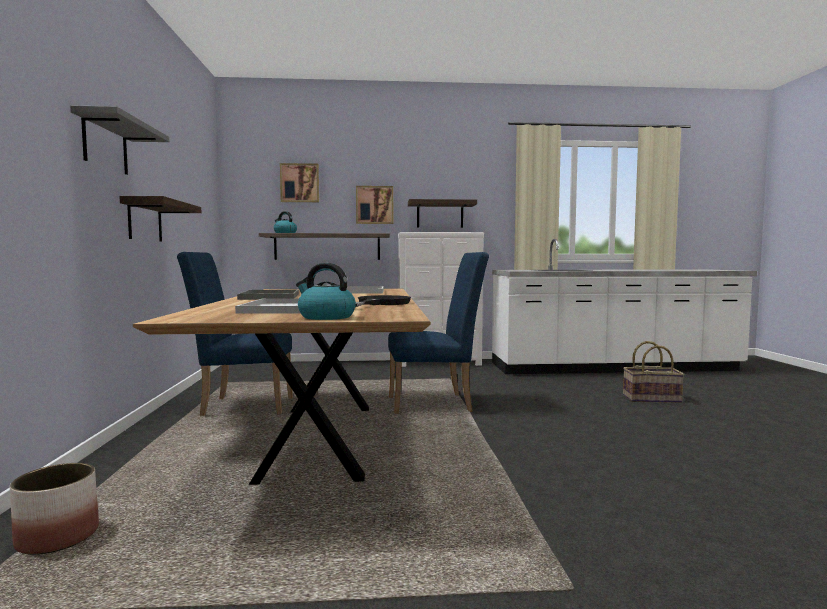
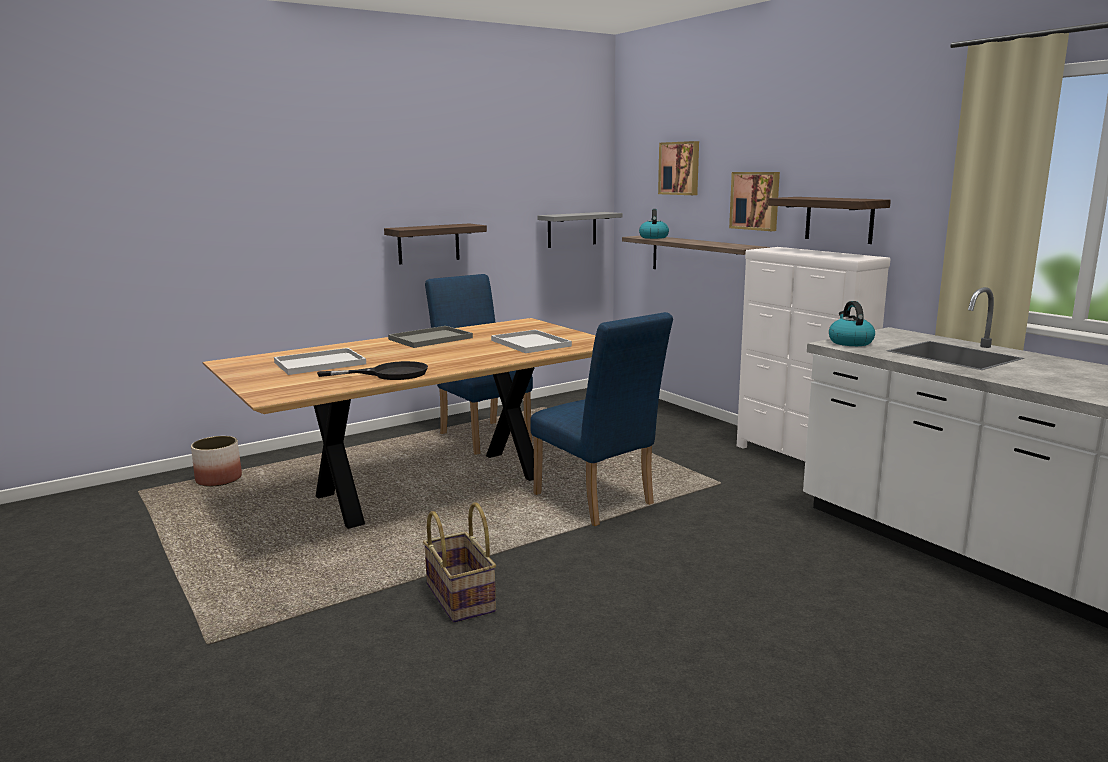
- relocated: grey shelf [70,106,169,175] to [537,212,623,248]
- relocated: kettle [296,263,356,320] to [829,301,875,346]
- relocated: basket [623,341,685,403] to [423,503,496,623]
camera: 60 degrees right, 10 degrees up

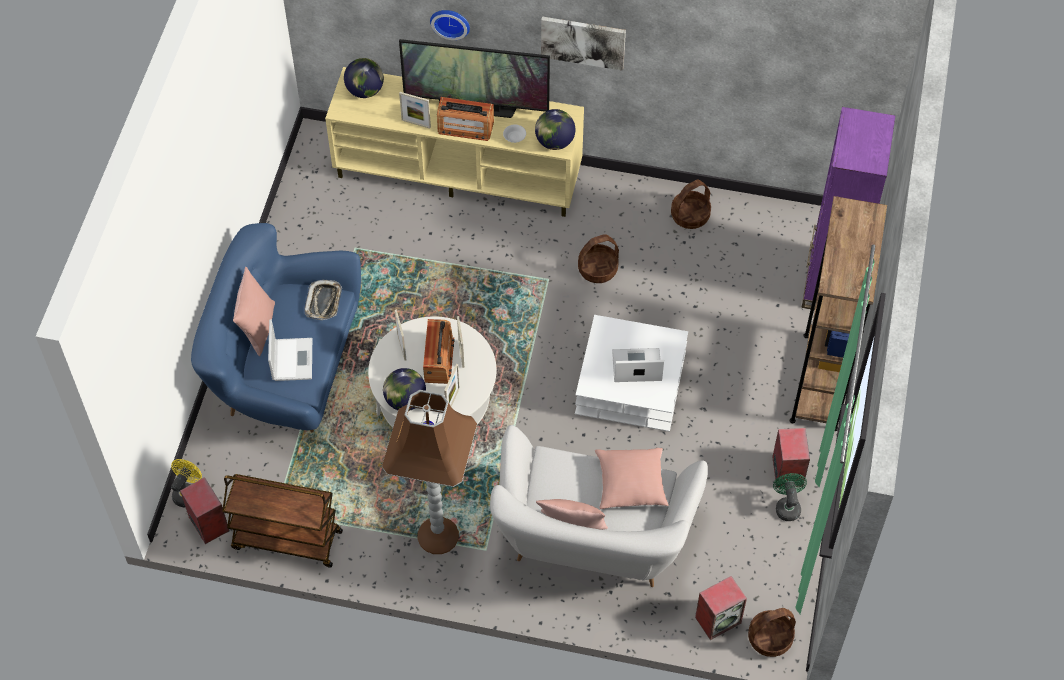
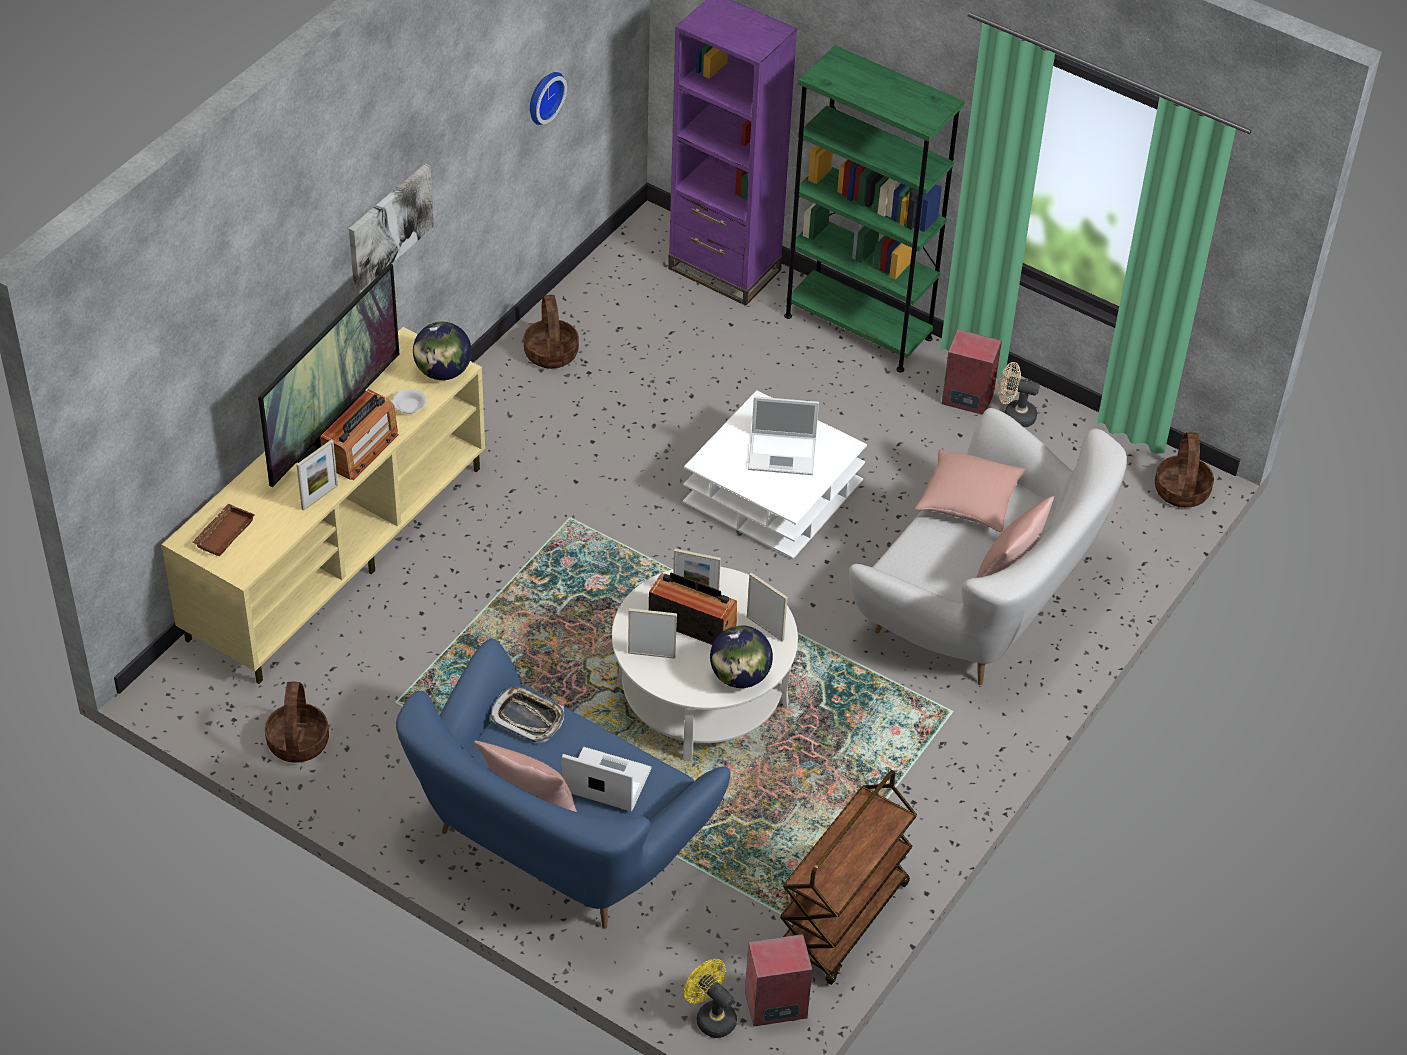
- exchanged: globe [344,58,384,98] to brown tray [192,504,255,556]
- missing: brown floor lamp [382,390,477,554]
- relocated: wall clock [430,10,470,40] to [530,72,567,125]
- relocated: basket [578,234,619,283] to [265,682,329,763]
- spun: laptop [612,348,664,382] = [748,396,819,475] 105 degrees counterclockwise
- missing: speaker [695,576,747,640]
- colour: green fan [773,473,807,521] to beige fan [998,362,1040,427]
- colour: brown bookcase [790,196,887,431] to green bookcase [784,46,965,372]
camera: 70 degrees left, 10 degrees down

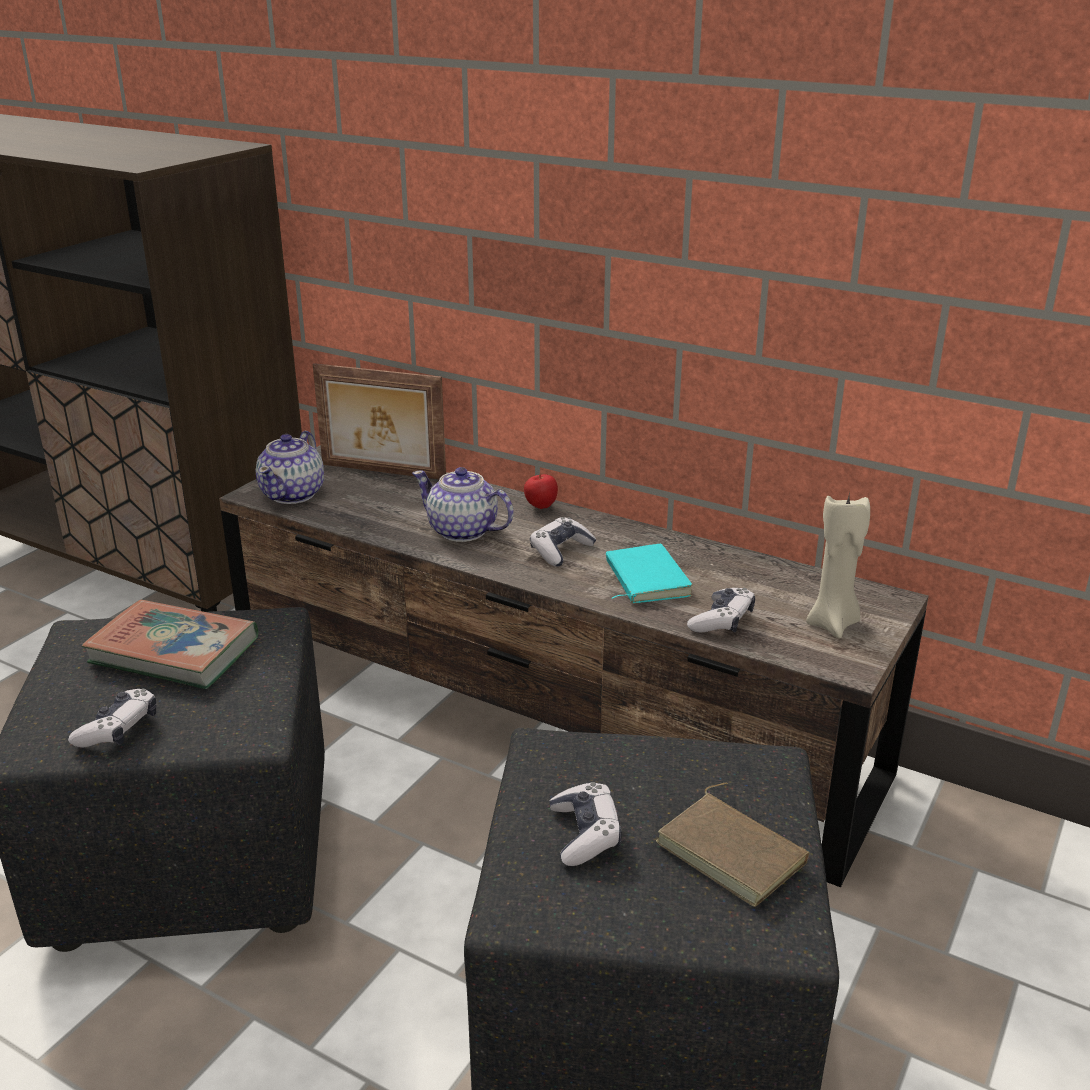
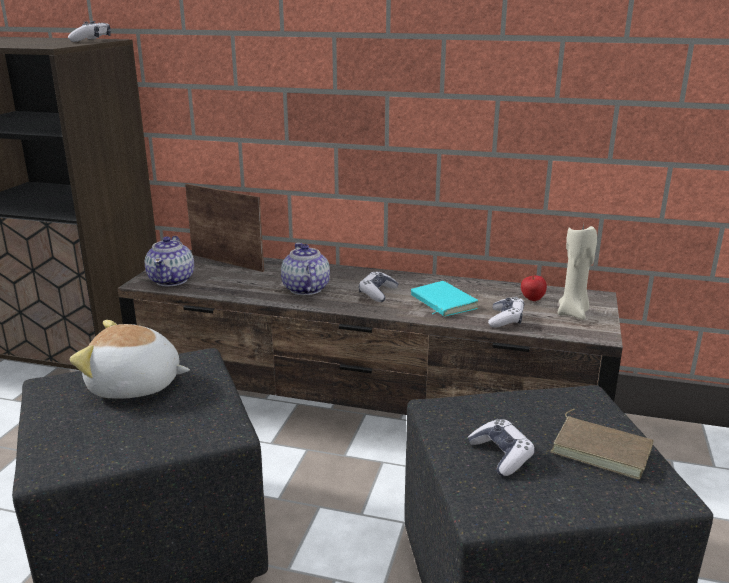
- relocated: game controller [68,689,157,748] to [68,21,111,42]
- exchanged: book [82,600,258,689] to plush toy [70,320,190,399]
- spun: picture frame [313,363,446,479] = [185,184,264,272] 150 degrees counterclockwise
- spun: teapot [412,467,514,542] = [281,243,330,295] 60 degrees clockwise
- relocated: apple [524,474,558,509] to [521,275,547,301]
camera: 15 degrees left, 5 degrees down

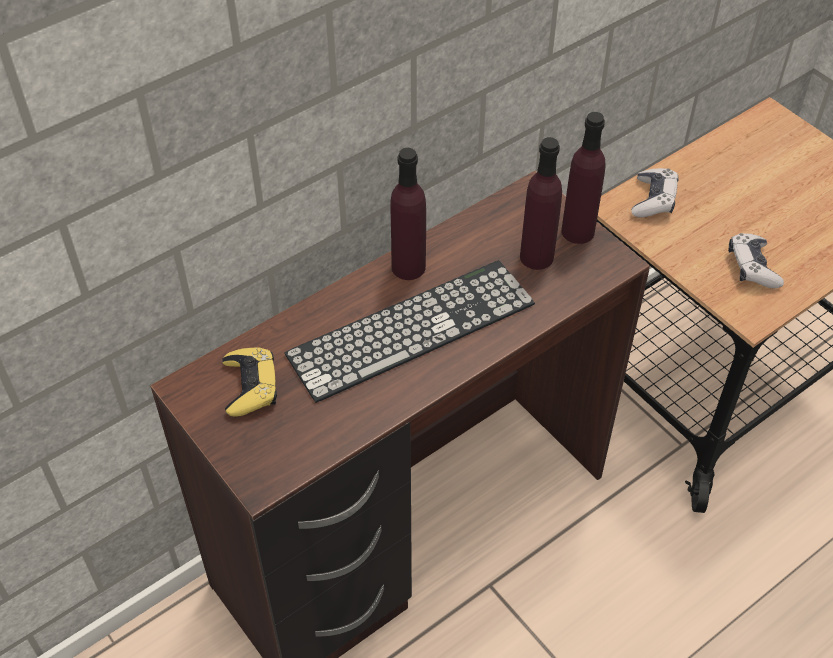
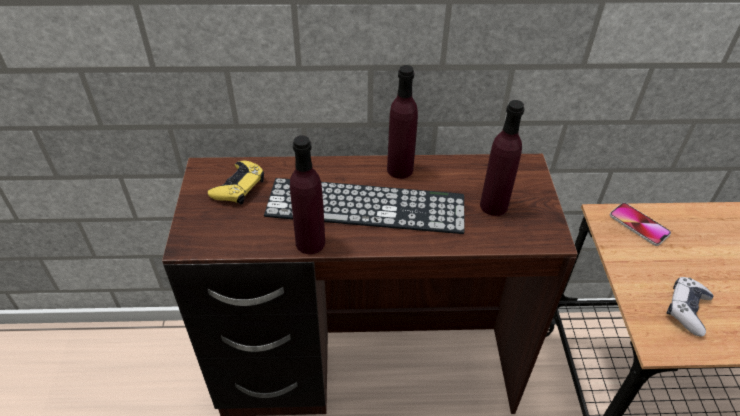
- relocated: purple bottle [561,112,606,244] to [290,136,325,254]
- exchanged: game controller [632,168,679,218] to phone [610,203,671,246]
camera: 35 degrees right, 5 degrees down

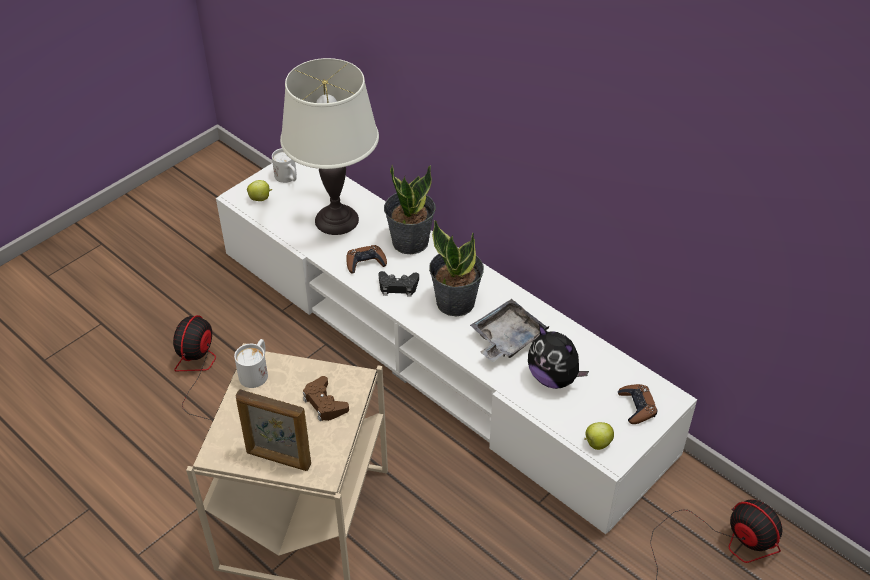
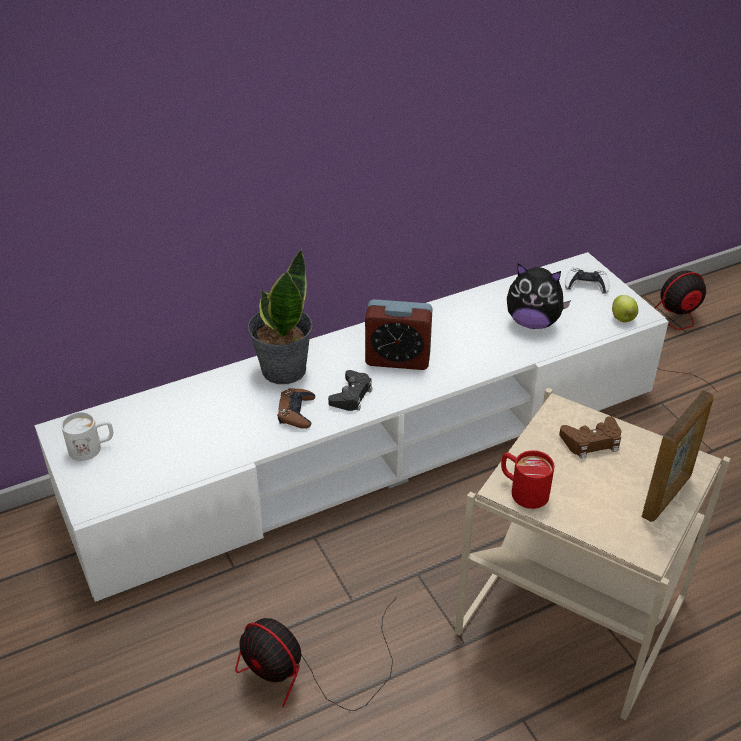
- colour: white mug [234,339,268,388] to red mug [501,450,554,509]
- missing: apple [247,180,272,201]
- missing: white table lamp [280,58,379,235]
- exchanged: potted plant [429,220,484,317] to alarm clock [365,299,433,370]
- missing: grey tray [470,299,549,362]
- spun: plush toy [528,324,589,389] = [507,263,571,329] 45 degrees clockwise
- colour: brown game controller [618,384,657,424] to white game controller [565,268,609,294]
camera: 70 degrees left, 5 degrees down

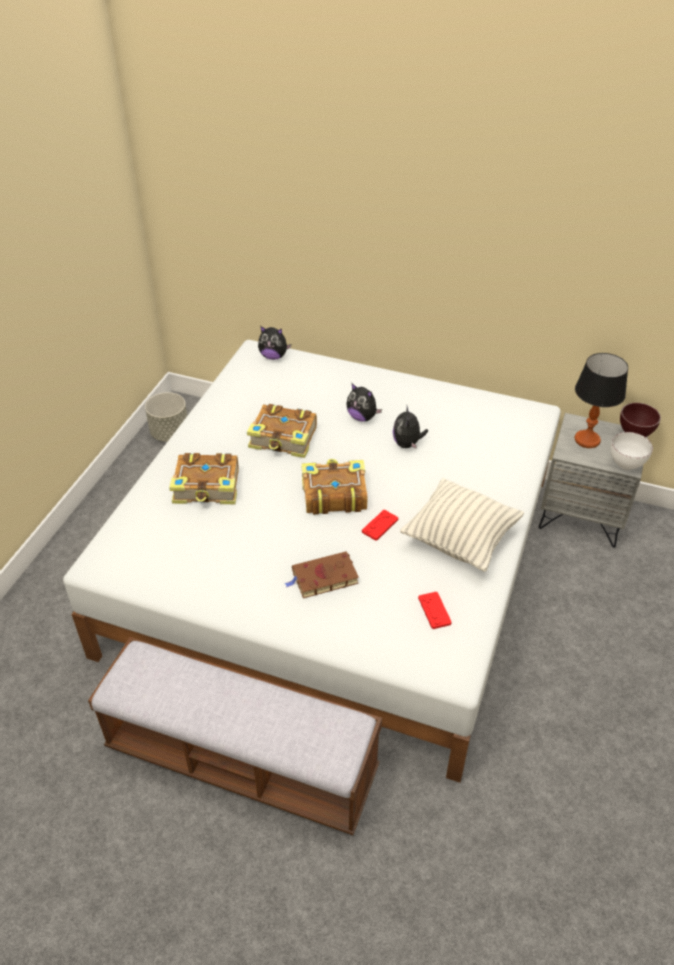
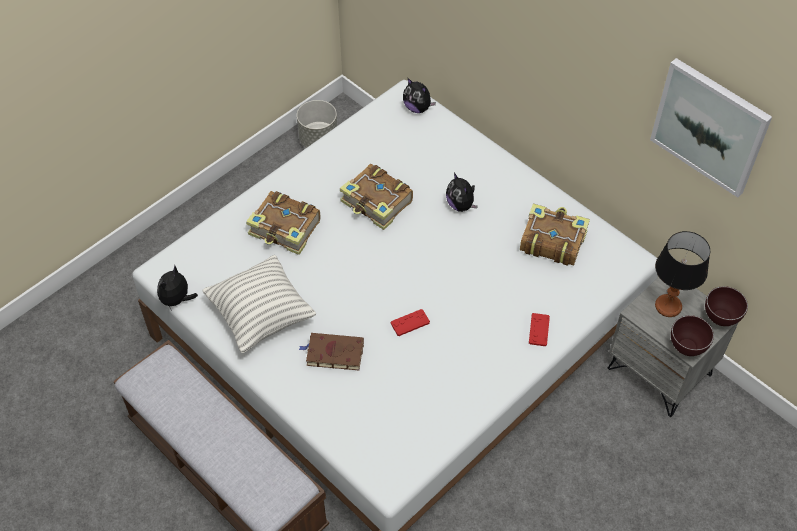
- relocated: book [301,459,367,515] to [520,204,590,266]
- relocated: plush toy [393,404,428,449] to [157,265,198,311]
- relocated: pillow [400,478,524,572] to [202,255,316,353]
- relocated: red game controller [418,592,452,629] to [529,313,550,346]
- colour: white bowl [611,432,653,470] to brown bowl [671,315,714,356]
- appeared: picture [650,58,772,198]
camera: 25 degrees right, 10 degrees up

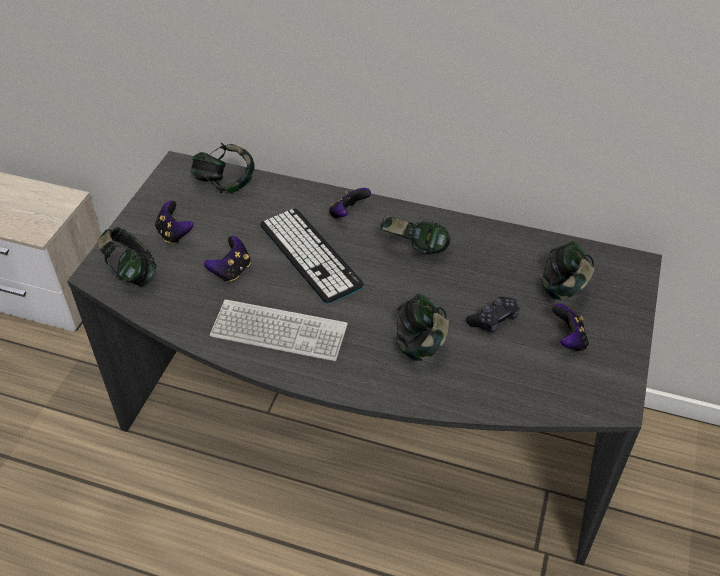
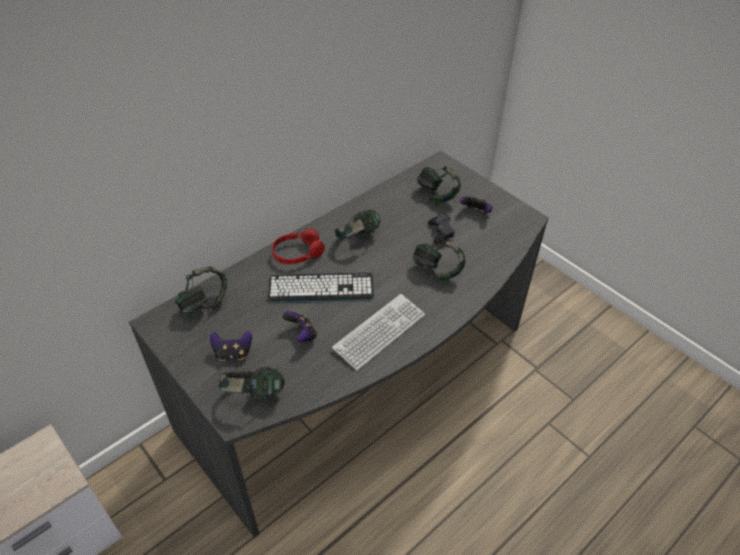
- exchanged: game controller [329,188,371,219] to red headphones [272,229,325,264]
camera: 60 degrees left, 0 degrees up

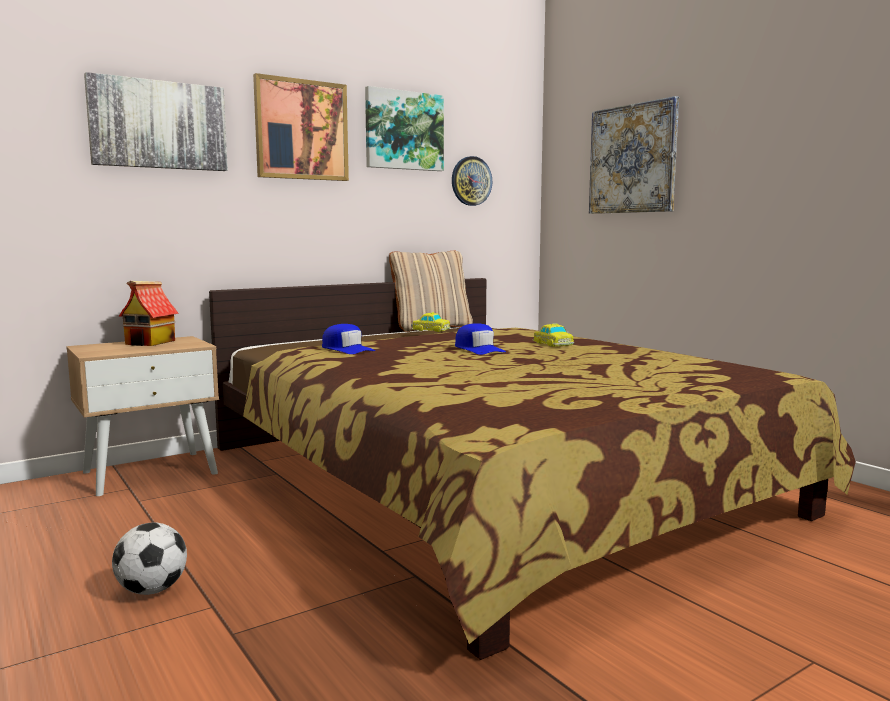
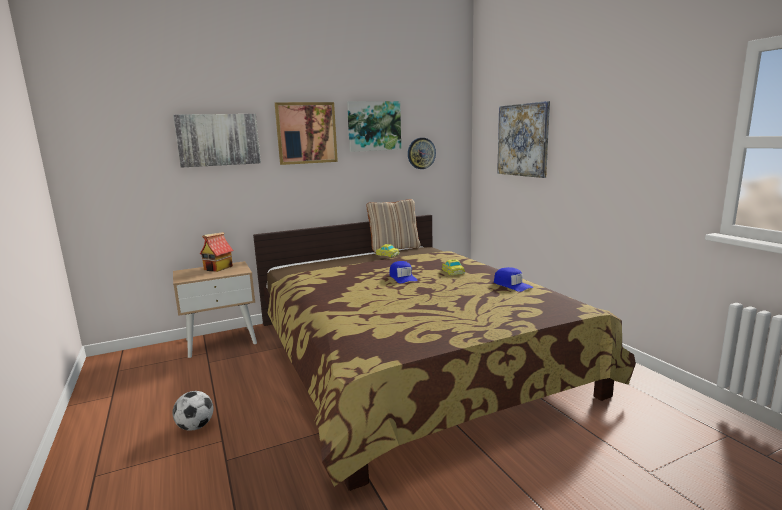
- relocated: blue cap [322,324,375,354] to [494,267,533,292]
camera: 10 degrees right, 5 degrees up

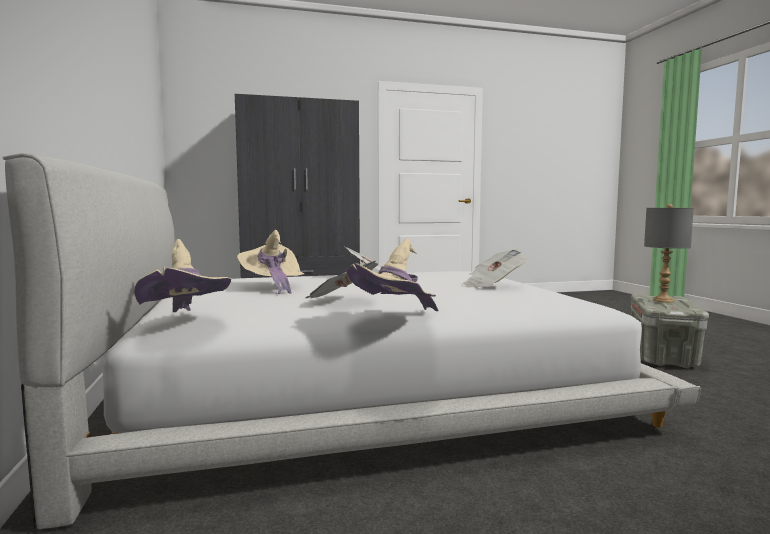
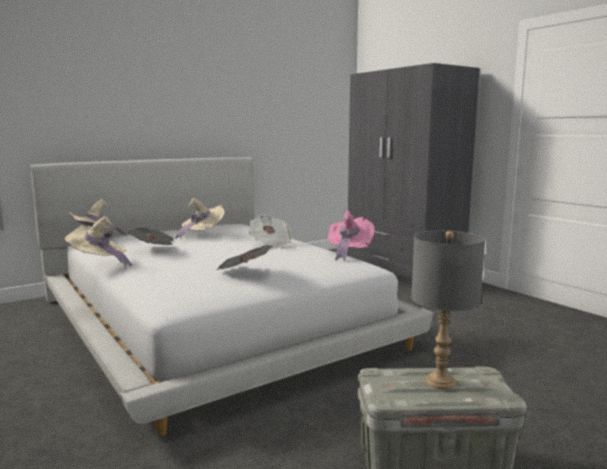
- appeared: pink hat [328,210,375,261]
camera: 70 degrees right, 5 degrees up

